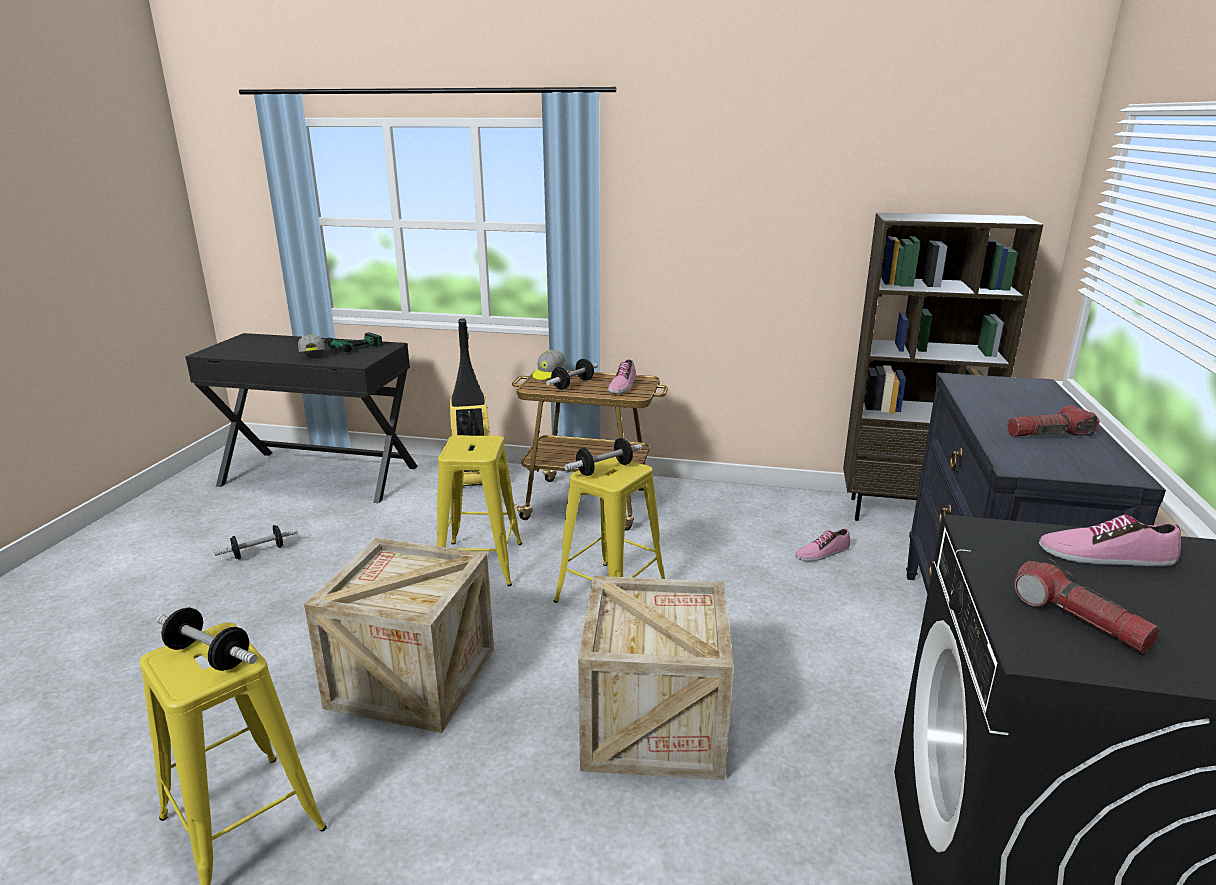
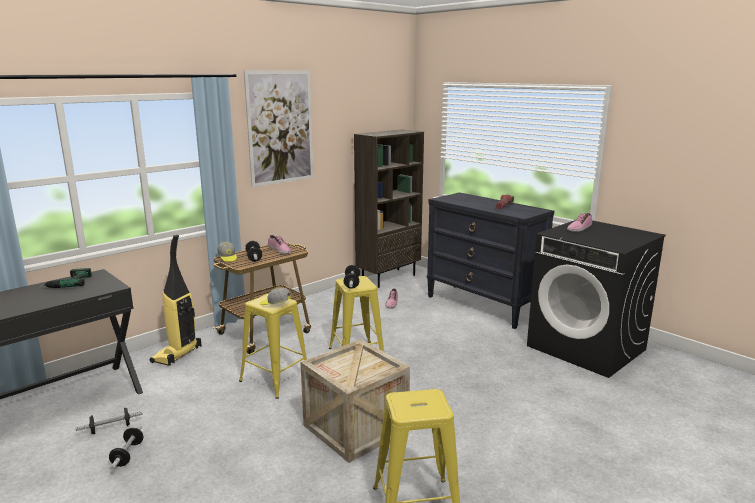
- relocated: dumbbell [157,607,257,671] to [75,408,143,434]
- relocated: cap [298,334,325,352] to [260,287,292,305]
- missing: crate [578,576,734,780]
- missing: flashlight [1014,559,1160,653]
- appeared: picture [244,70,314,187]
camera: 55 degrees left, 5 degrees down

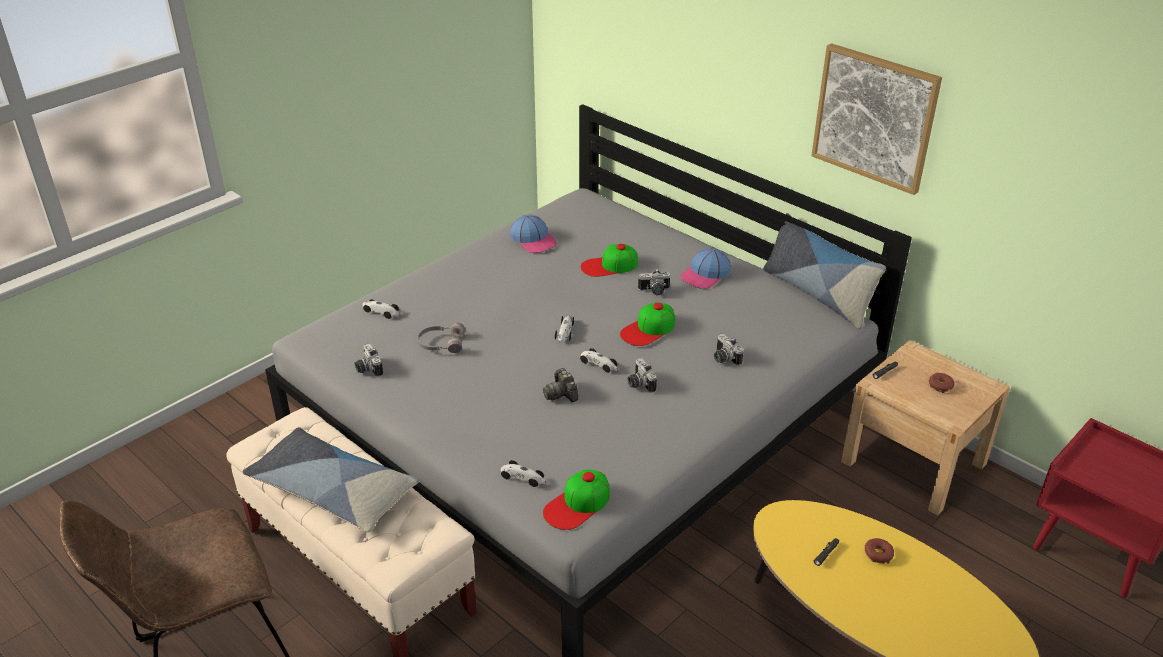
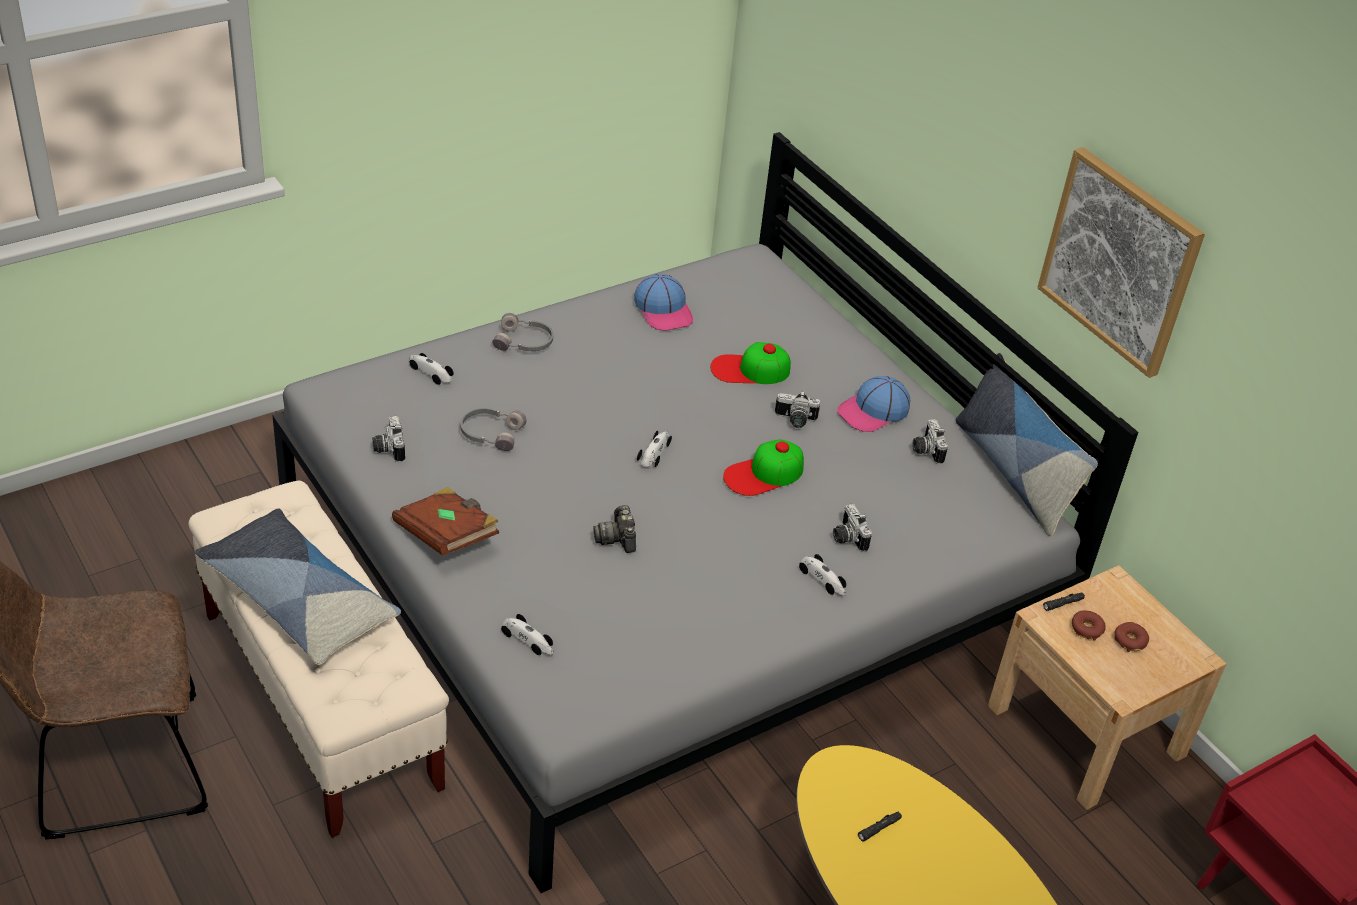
- missing: cap [543,470,610,530]
- relocated: toy car [580,348,619,373] to [799,554,846,596]
- relocated: photo camera [628,358,657,393] to [912,419,948,464]
- relocated: donut [865,538,894,564] to [1072,611,1106,641]
- appeared: brown book [392,487,499,556]
- appeared: grey headphones [492,313,553,351]
camera: 10 degrees right, 5 degrees up

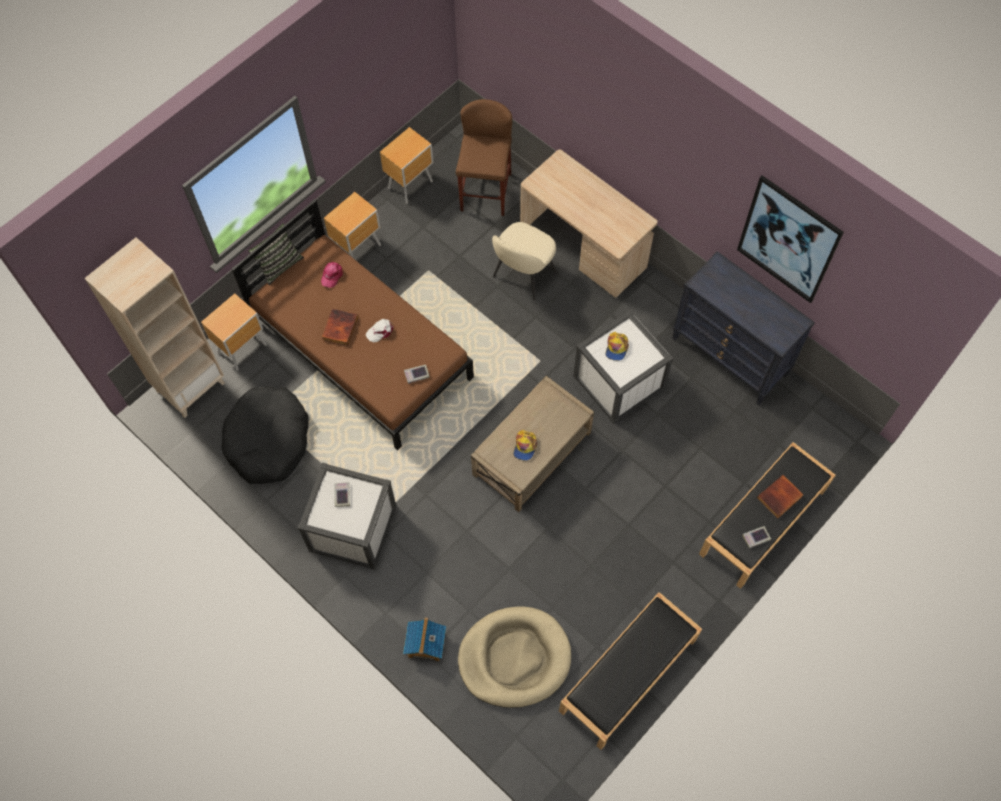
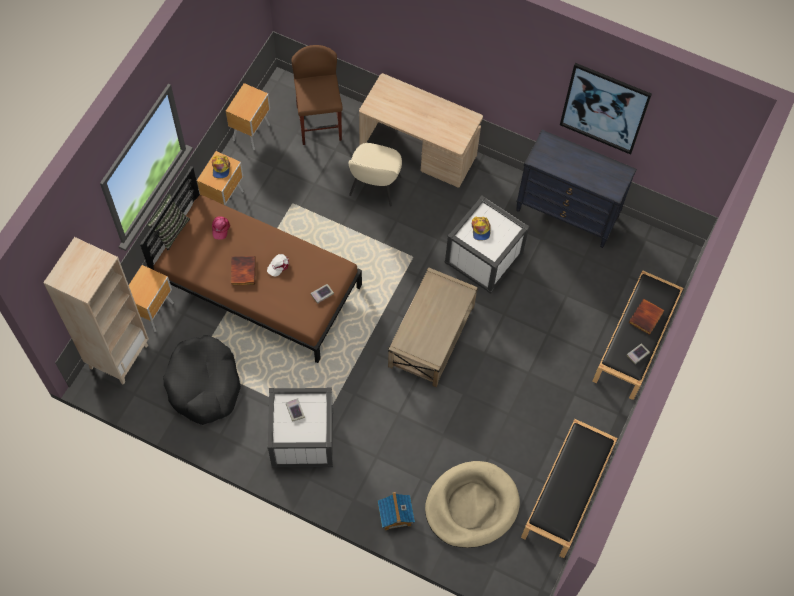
- relocated: cap [513,430,537,461] to [212,155,230,178]
camera: 20 degrees left, 0 degrees up

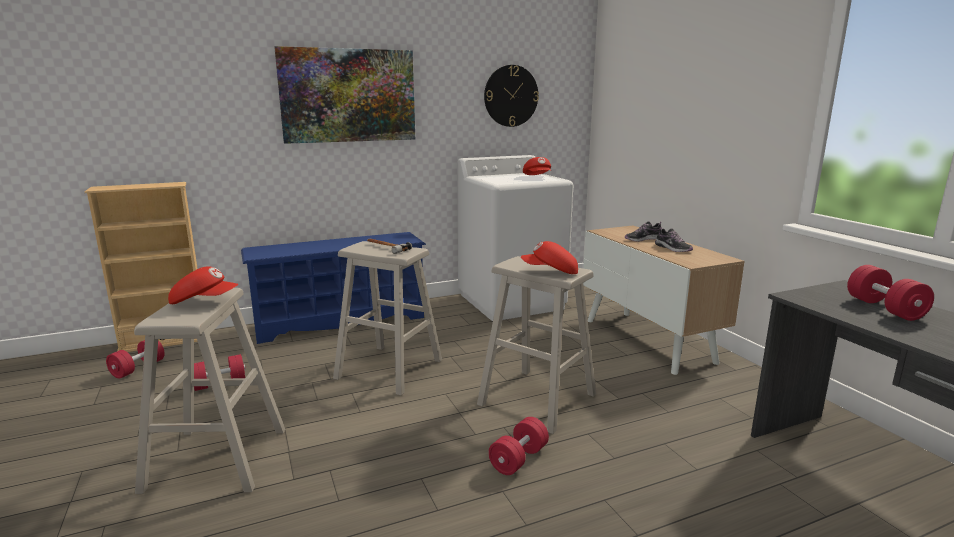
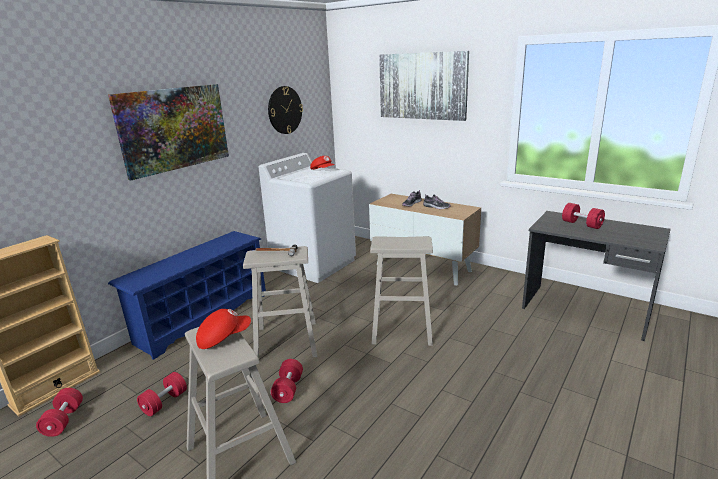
- relocated: red dumbbell [488,417,549,475] to [271,359,303,403]
- missing: red cap [521,241,578,274]
- appeared: picture [379,51,469,121]
camera: 30 degrees left, 5 degrees up

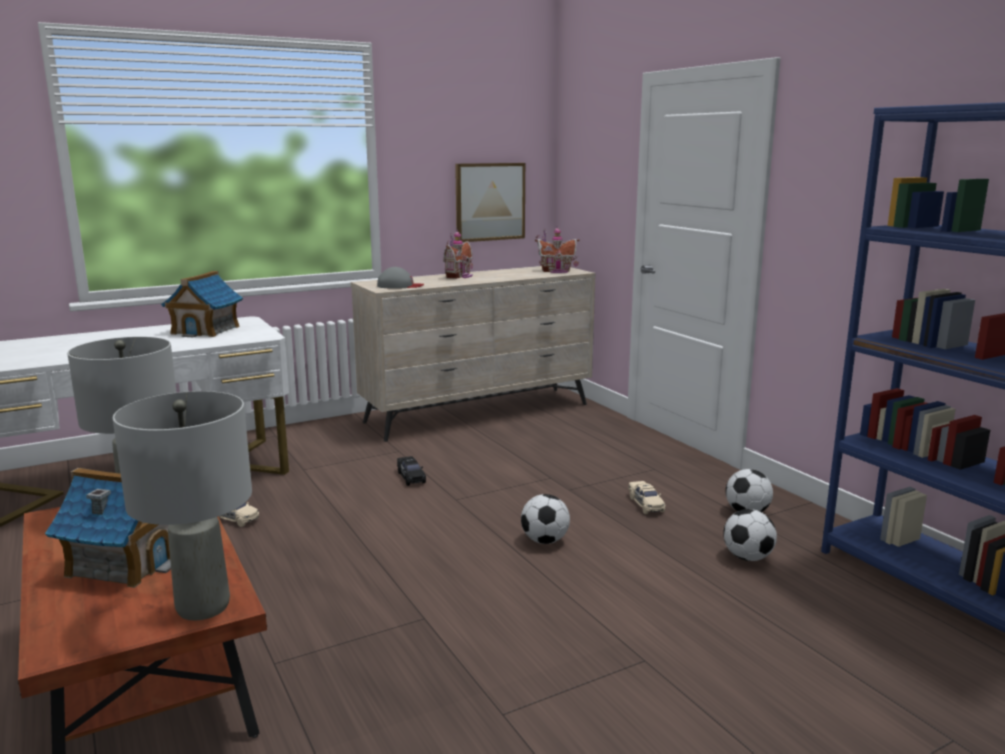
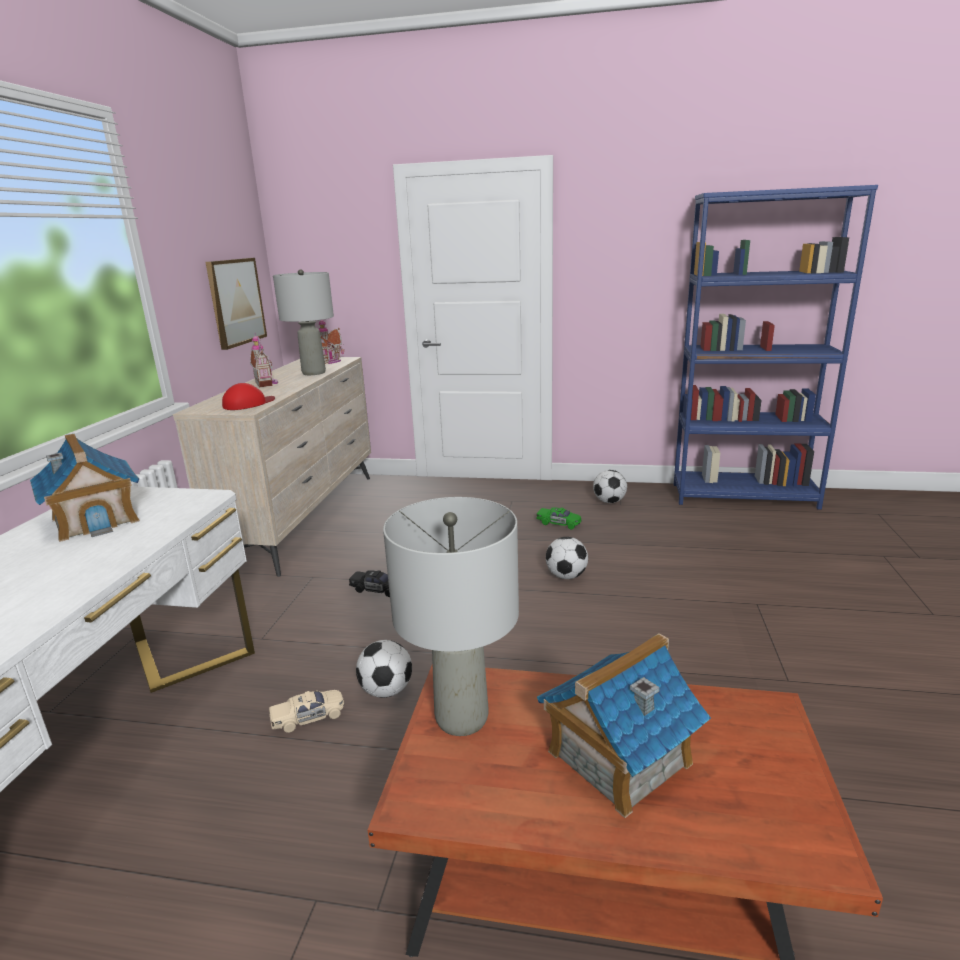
- relocated: grey table lamp [113,391,252,620] to [273,269,334,375]
- colour: grey cap [377,267,424,289] to red cap [222,383,275,410]
- colour: beige toy car [628,481,665,514] to green toy car [536,507,581,530]
- relocated: football [723,509,777,561] to [356,640,412,698]
camera: 50 degrees left, 5 degrees up

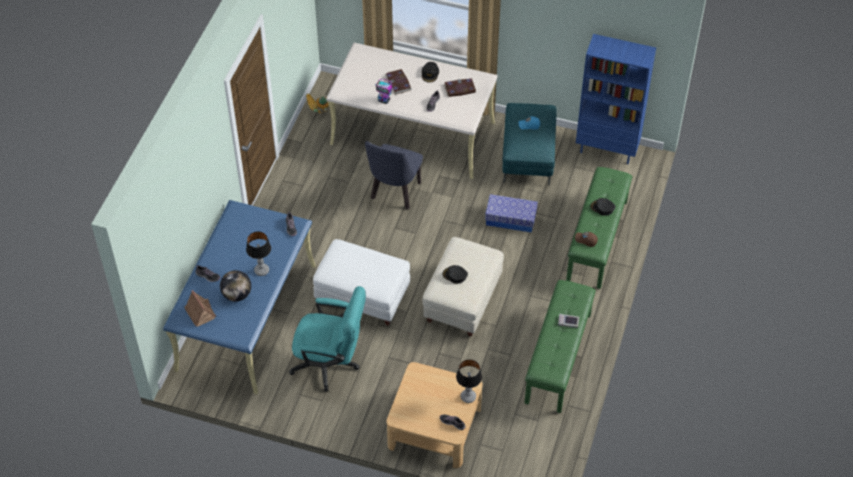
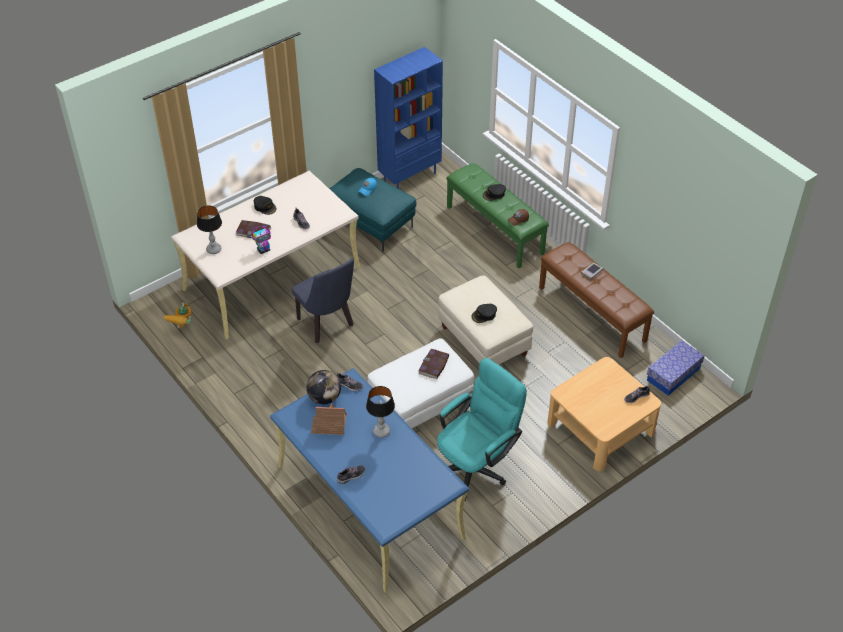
- relocated: toy house [184,290,216,327] to [311,403,347,435]
- relocated: globe [220,270,251,302] to [307,370,341,404]
- relocated: book [444,78,476,97] to [418,349,449,379]
- relocated: table lamp [456,359,482,403] to [197,205,222,254]
- relocated: storage box [485,194,538,233] to [647,341,704,396]
- colour: green bench [525,280,596,413] to brown bench [539,242,654,358]
camera: 55 degrees left, 5 degrees down

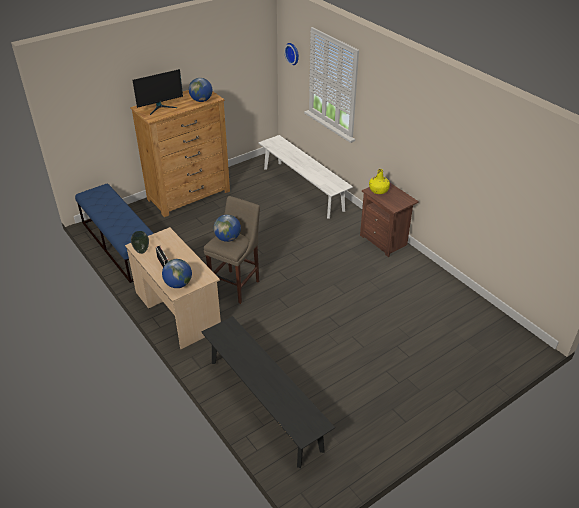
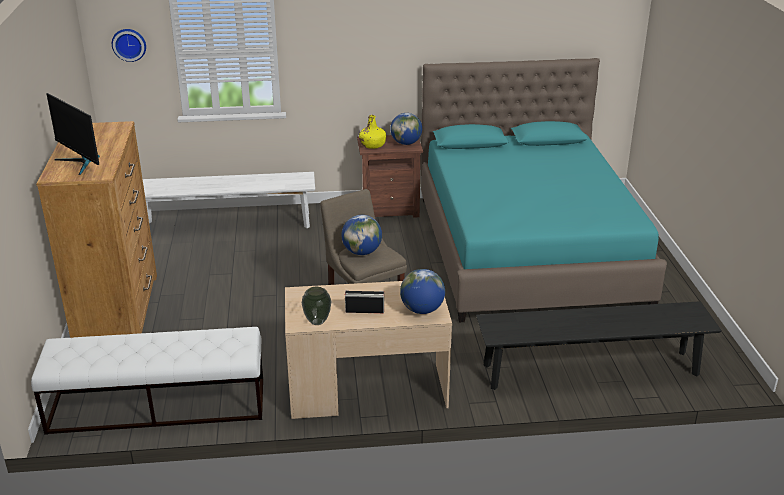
- colour: blue bench [75,184,154,283] to white bench [31,327,263,435]
- spun: monitor [132,69,183,115] = [46,93,100,175] 135 degrees clockwise
- relocated: globe [189,78,212,102] to [390,113,422,145]
- appeared: turquoise bed [421,58,667,322]
camera: 60 degrees left, 10 degrees down

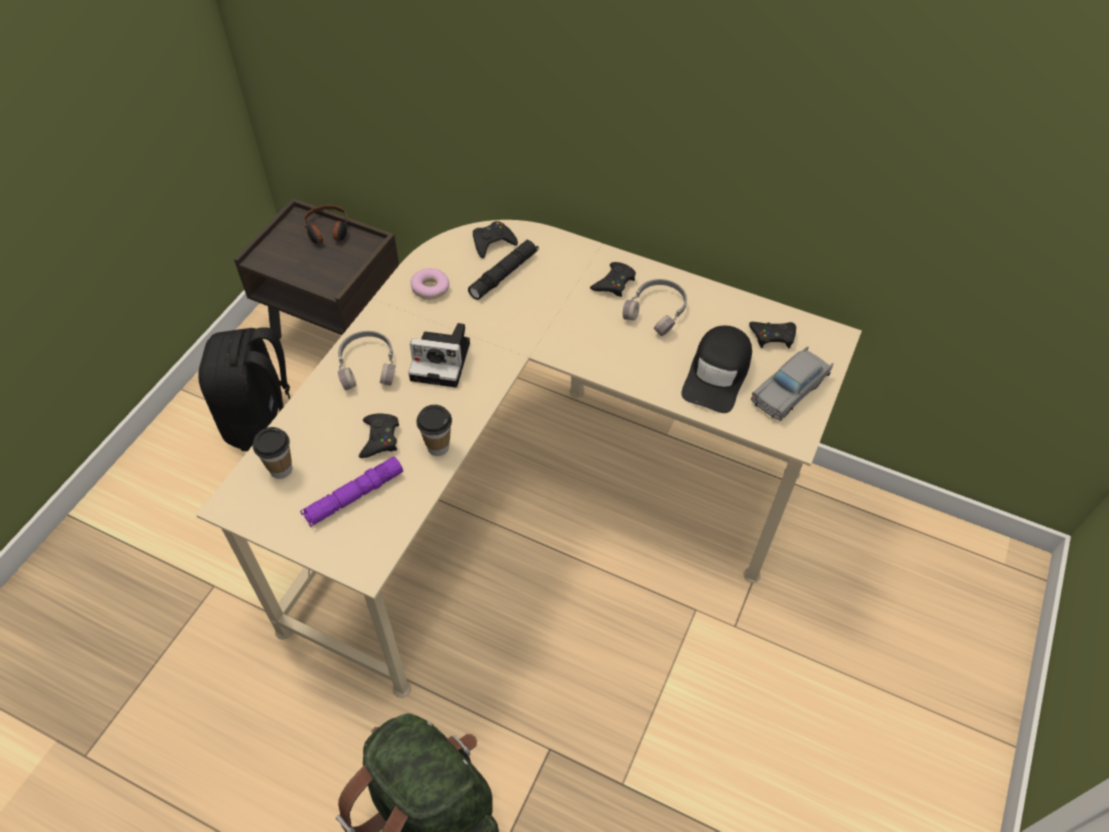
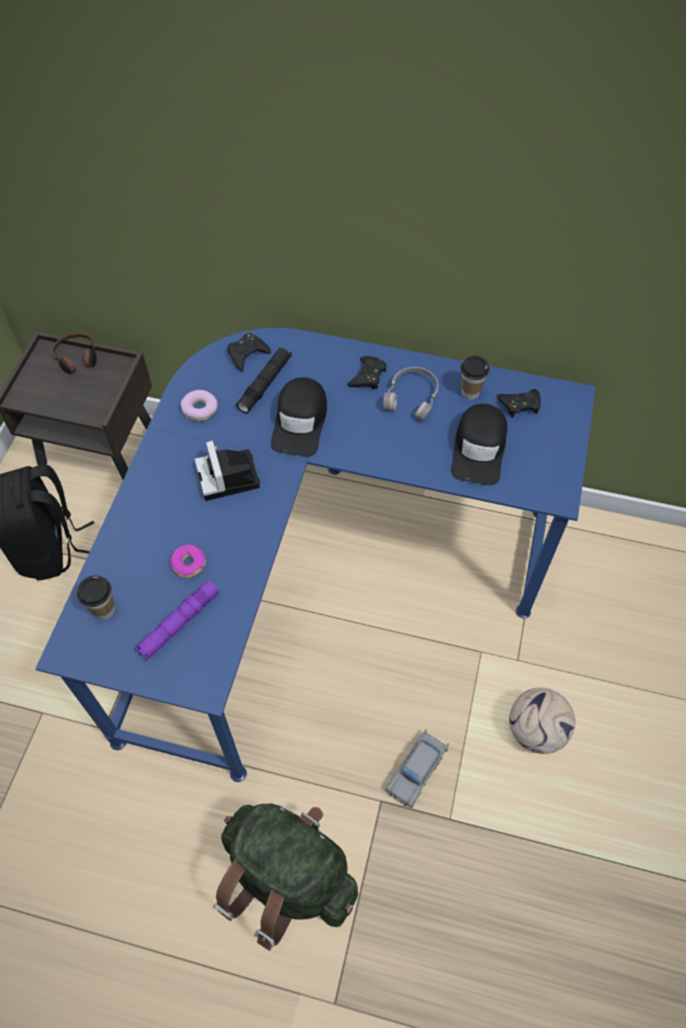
- colour: beige desk [196,220,862,698] to blue desk [35,328,596,782]
- missing: grey headphones [338,331,395,390]
- exchanged: black game controller [359,414,399,458] to donut [170,545,206,578]
- spun: photo camera [408,323,470,388] = [194,440,260,501] 75 degrees clockwise
- relocated: cup [416,405,452,456] to [460,356,489,400]
- relocated: grey toy car [751,347,833,421] to [386,729,449,808]
- appeared: black cap [271,377,327,457]
- appeared: football [509,688,576,754]
camera: 10 degrees left, 5 degrees up

